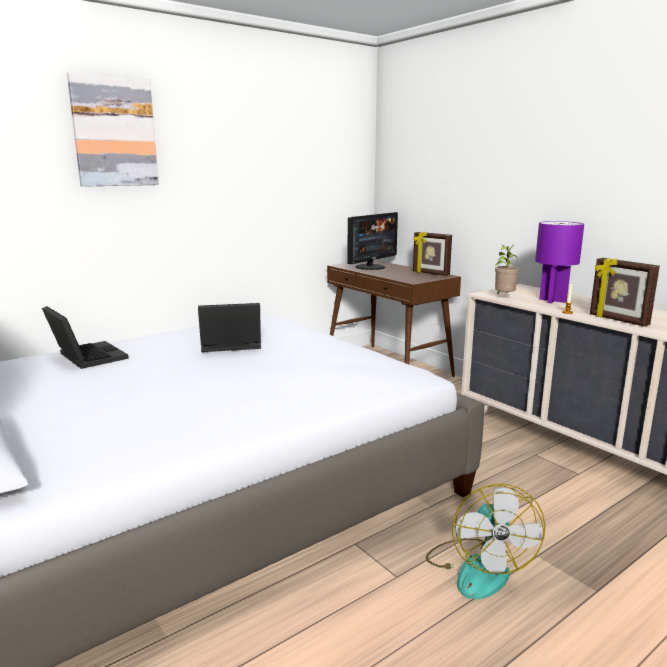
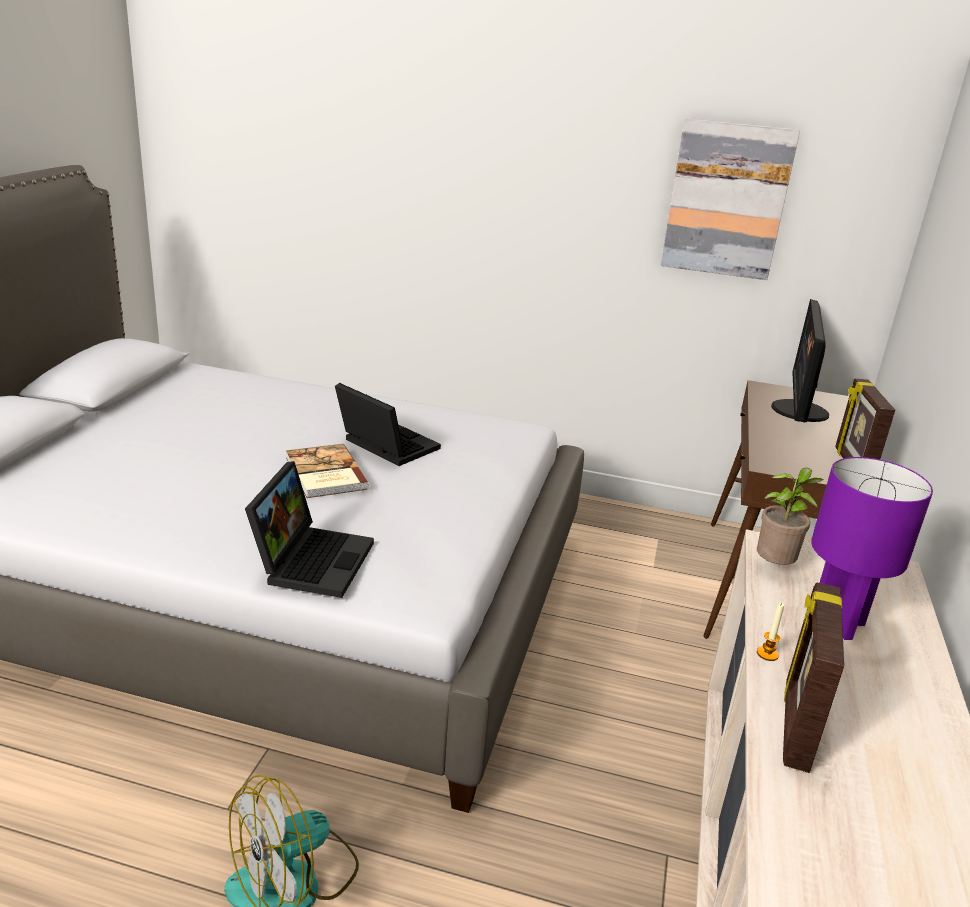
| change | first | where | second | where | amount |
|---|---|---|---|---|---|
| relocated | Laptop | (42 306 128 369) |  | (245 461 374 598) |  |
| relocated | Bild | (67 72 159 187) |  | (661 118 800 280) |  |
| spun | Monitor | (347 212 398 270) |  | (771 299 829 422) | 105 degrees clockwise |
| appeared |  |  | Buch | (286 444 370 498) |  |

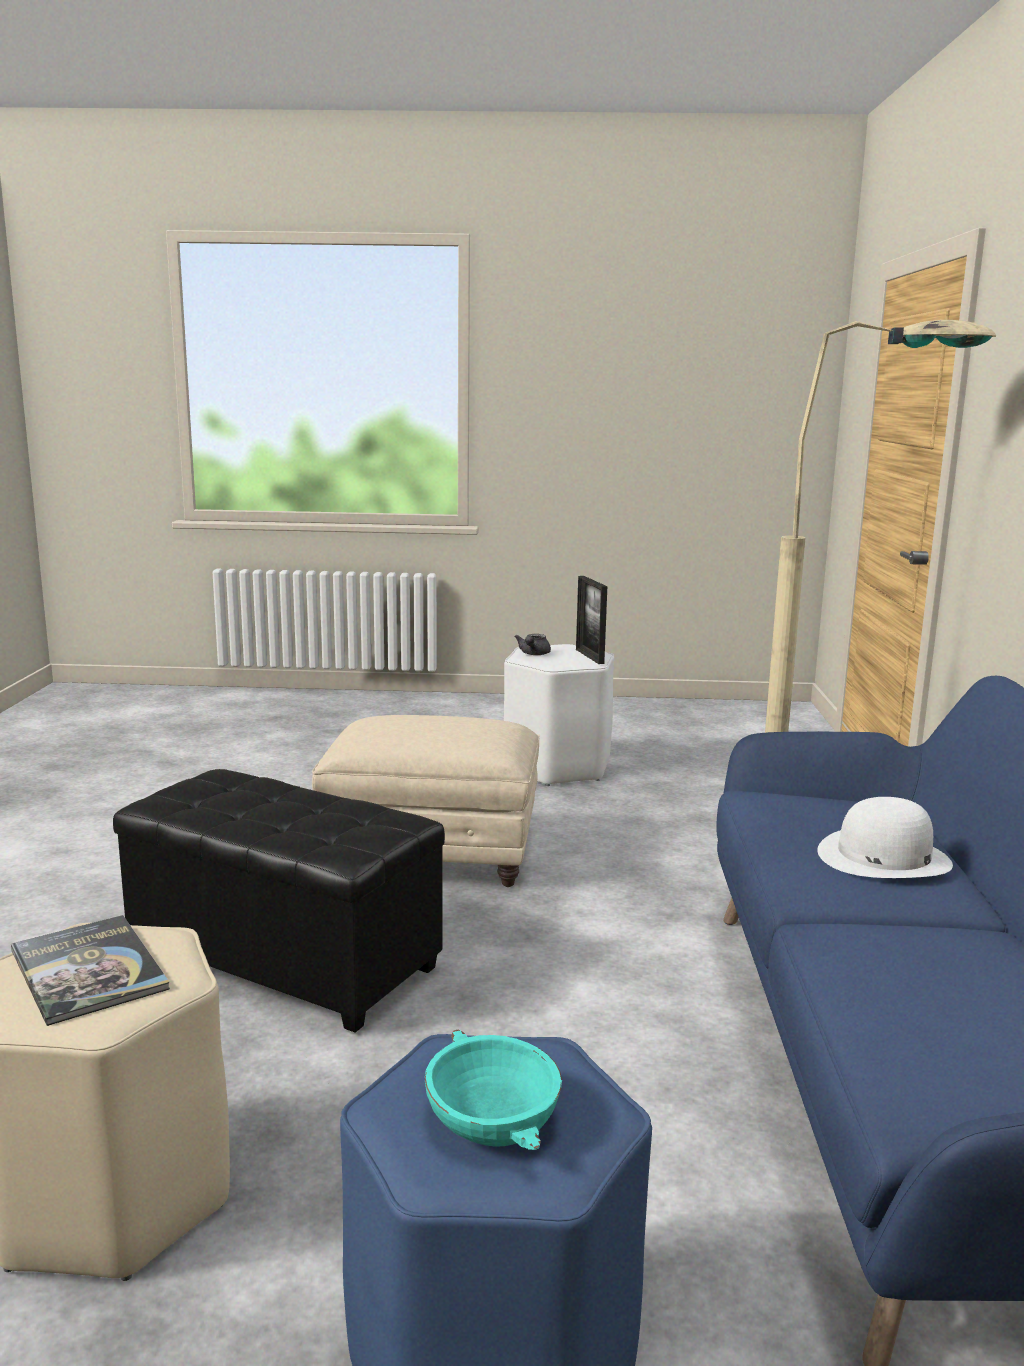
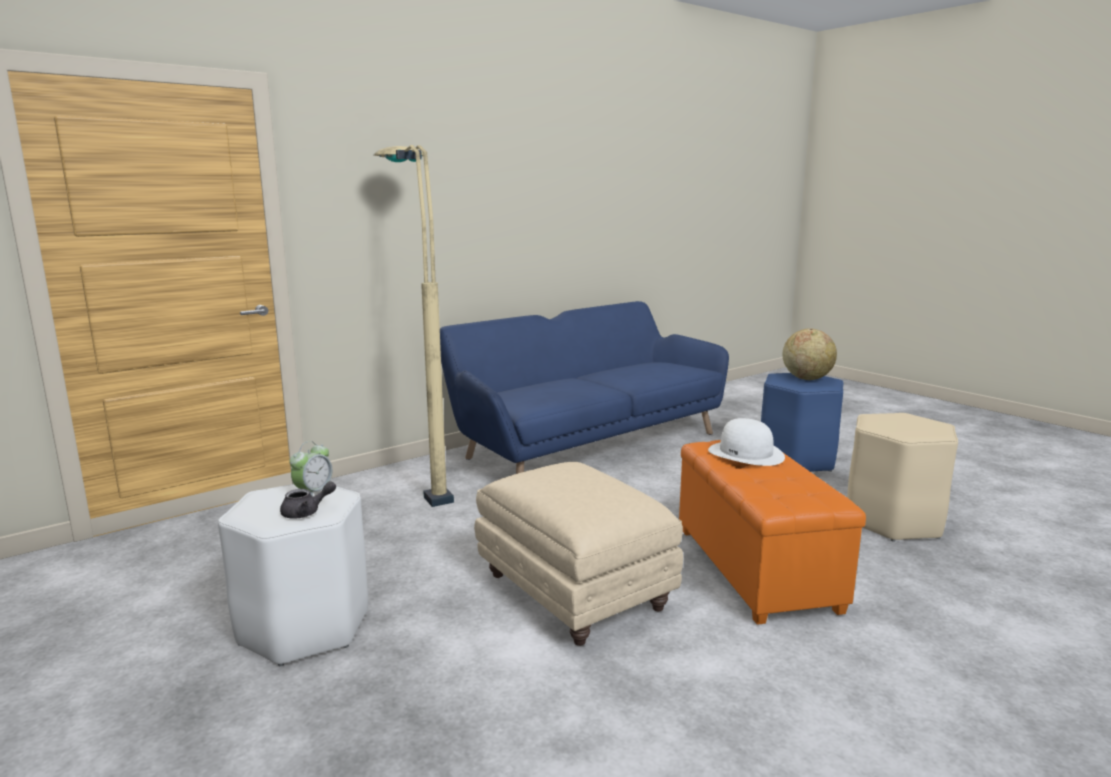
| change | first | where | second | where | amount |
|---|---|---|---|---|---|
| missing | Buch | (11 915 170 1026) |  |  |  |
| colour | Polsterhocker [schwarz] | (113 769 445 1033) | Polsterhocker [orange] | (679 440 866 625) |  |
| exchanged | Schüssel [türkis] | (425 1030 562 1150) | Globus | (783 328 837 380) |  |
| missing | Bilderrahmen | (576 576 607 664) |  |  |  |
| relocated | Hut [weiß] | (817 797 953 878) |  | (708 418 785 466) |  |
| appeared |  |  | Wecker | (289 441 332 496) |  |

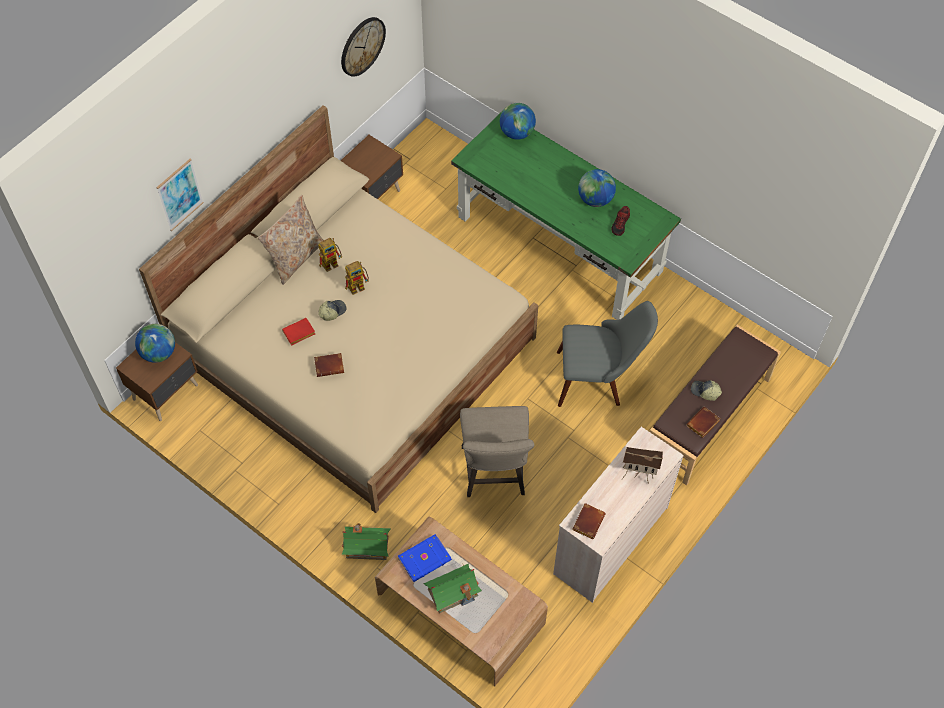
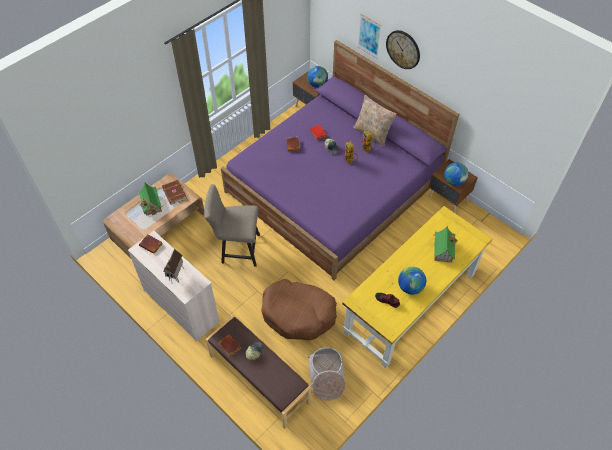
| change | first | where | second | where | amount |
|---|---|---|---|---|---|
| colour | Bett [beige] | (139 105 538 513) | Bett [lila] | (221 40 459 280) |  |
| relocated | Wanduhr | (341 17 386 77) |  | (386 30 420 69) |  |
| relocated | Spielzeughaus | (341 523 391 560) |  | (433 225 457 263) |  |
| colour | Buch [blau] | (398 534 452 582) | Buch [braun] | (162 180 187 205) |  |
| colour | Schreibtisch [grün] | (451 112 681 320) | Schreibtisch [gelb] | (342 206 492 368) |  |
| relocated | Globus | (500 103 536 140) |  | (444 162 469 186) |  |
| exchanged | Stuhl [grau] | (557 301 658 407) | Hundebett [braun] | (261 279 337 340) |  |
| appeared |  |  | Korb | (308 347 346 400) |  |

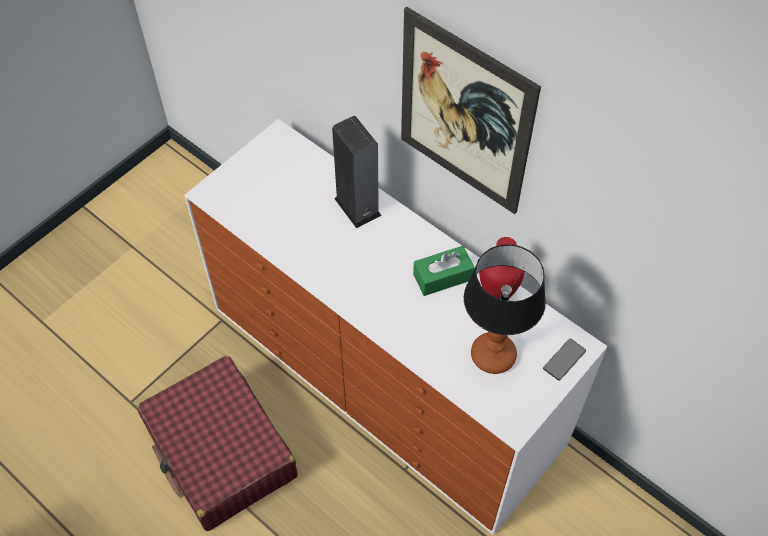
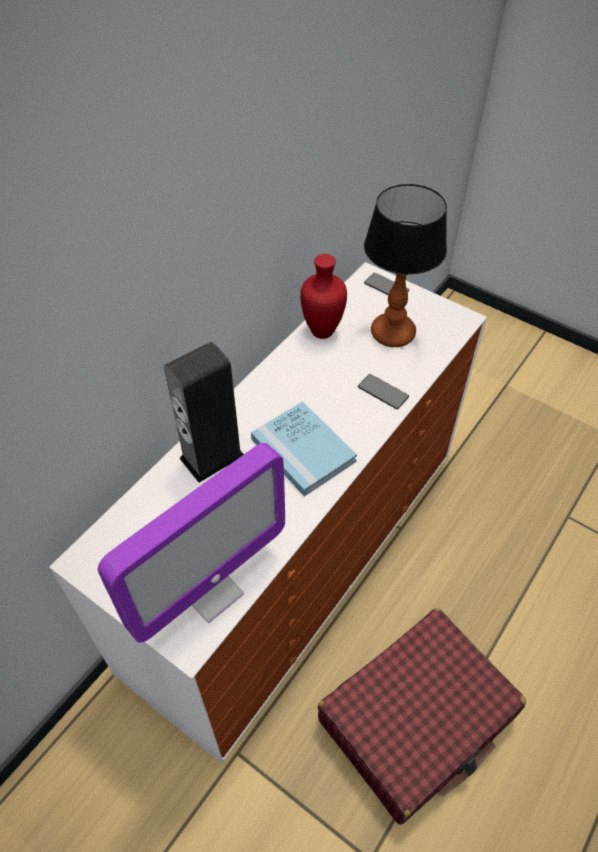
| change | first | where | second | where | amount |
|---|---|---|---|---|---|
| missing | Bild | (401 7 541 214) |  |  |  |
| missing | Taschentuchbox [grün] | (413 246 475 296) |  |  |  |
| appeared |  |  | Monitor | (98 443 285 643) |  |
| appeared |  |  | Buch [blau] | (251 401 357 496) |  |
| appeared |  |  | Handy | (358 374 409 409) |  |

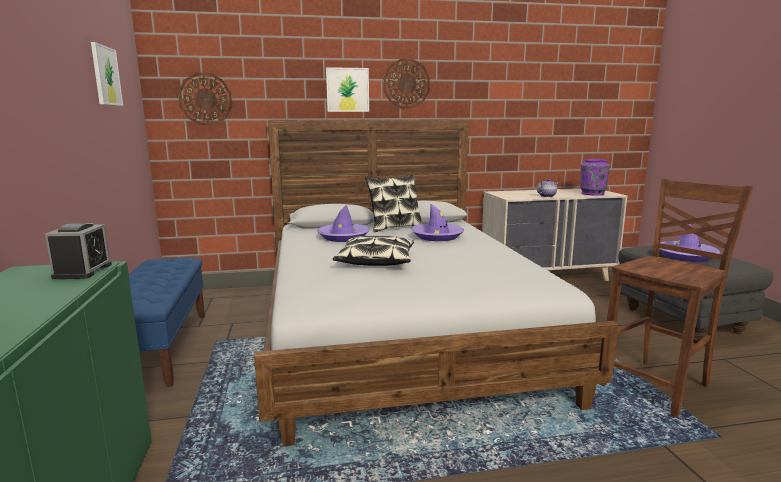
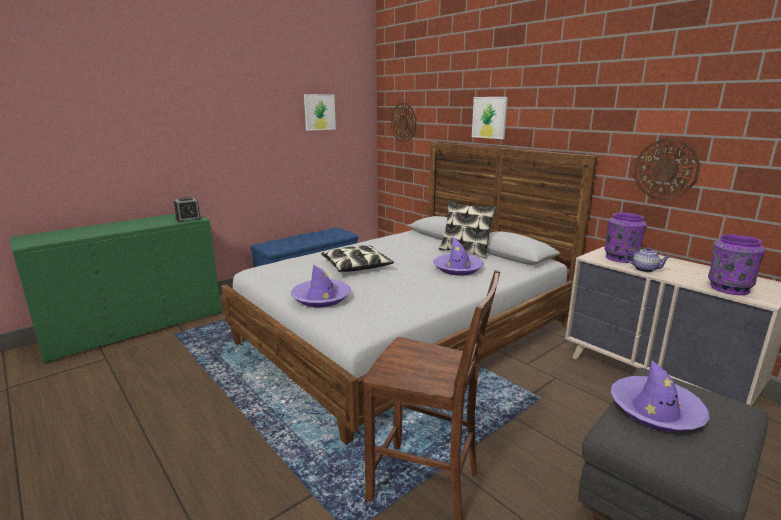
| change | first | where | second | where | amount |
|---|---|---|---|---|---|
| relocated | Hut [lila] | (317 205 370 242) |  | (291 265 351 307) |  |
| relocated | Wanduhr | (383 59 430 108) |  | (633 139 700 201) |  |
| appeared |  |  | Vase [lila] | (604 213 647 263) |  |

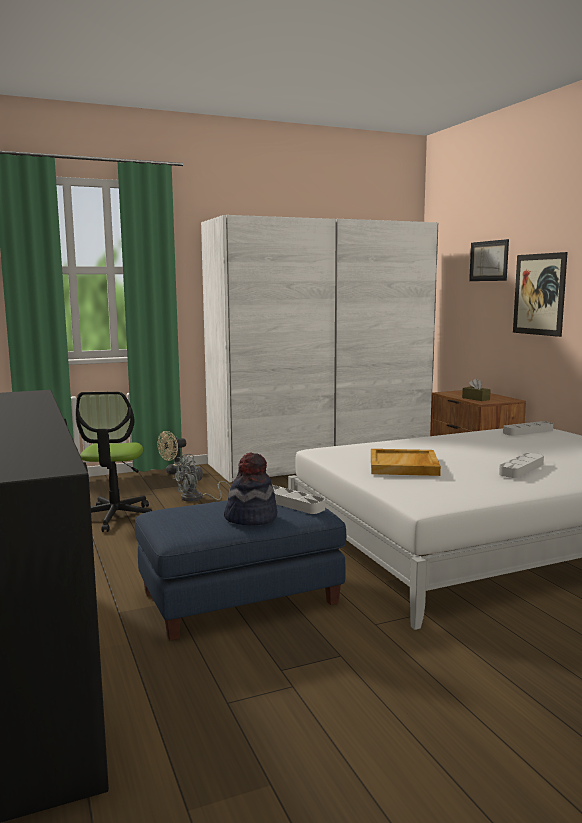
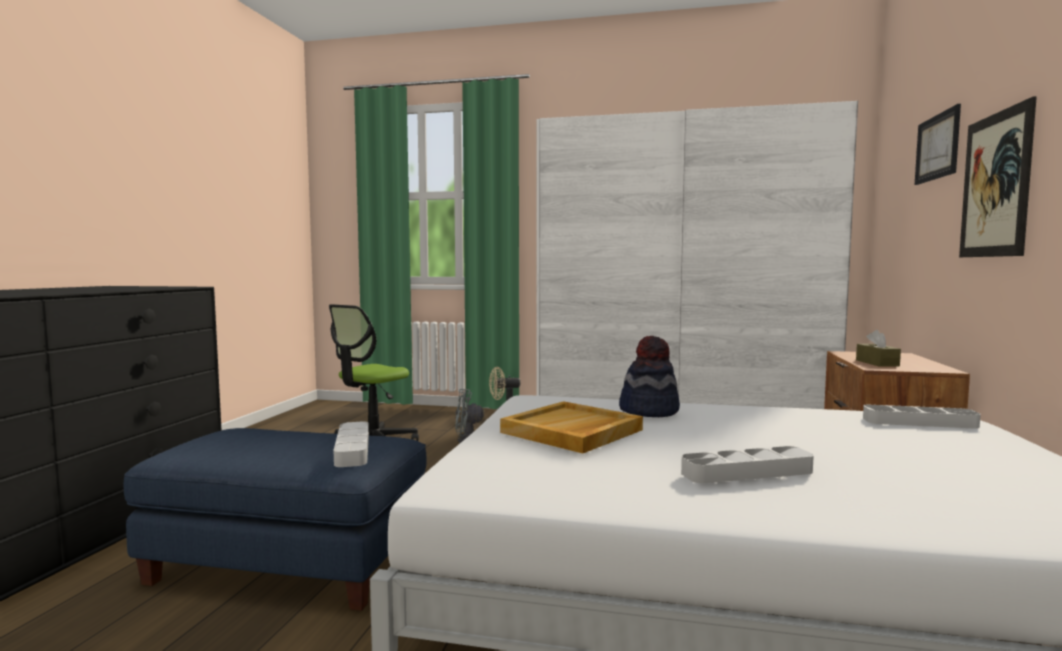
| change | first | where | second | where | amount |
|---|---|---|---|---|---|
| relocated | Hut | (224 452 278 526) |  | (619 336 680 417) |  |

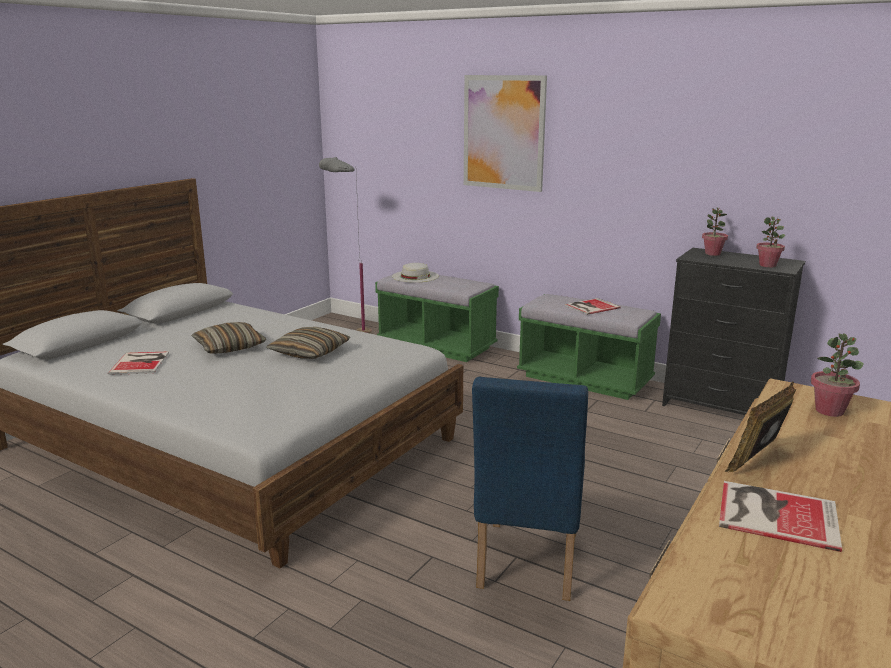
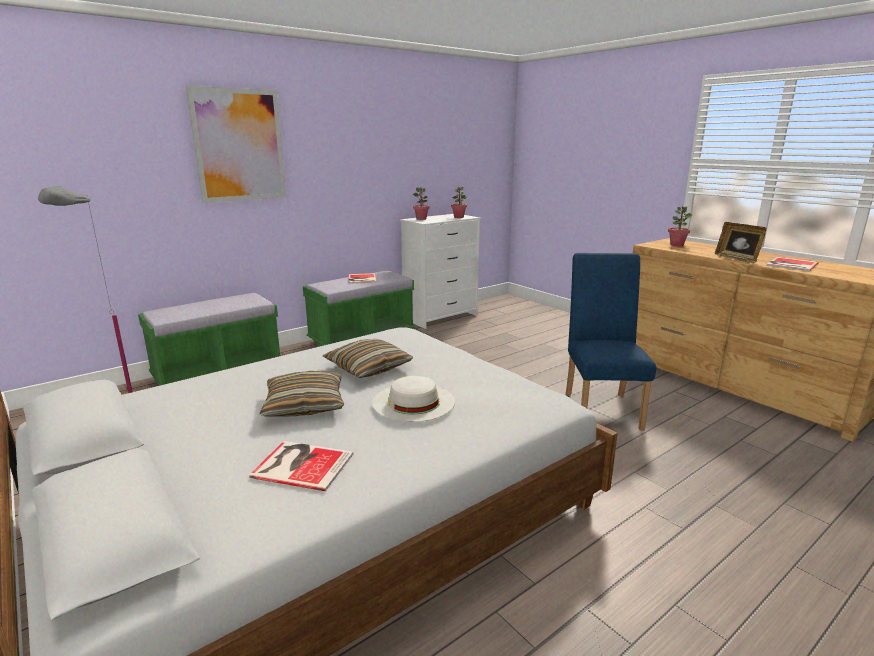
| change | first | where | second | where | amount |
|---|---|---|---|---|---|
| relocated | Hut [weiß] | (392 263 439 283) |  | (372 376 455 422) |  |
| spun | Stuhl [blau] | (472 377 588 601) |  | (566 253 656 430) | 120 degrees counterclockwise |
| colour | Kommode [schwarz] | (662 248 805 415) | Kommode [weiß] | (400 214 480 329) |  |

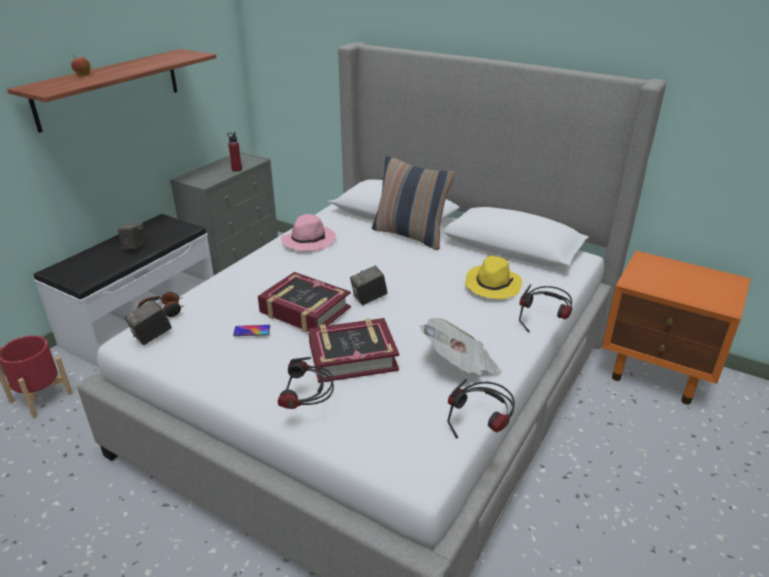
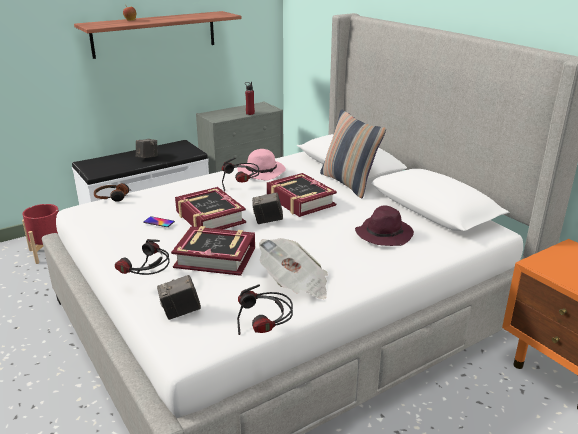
| change | first | where | second | where | amount |
|---|---|---|---|---|---|
| relocated | Kamera | (125 300 172 345) |  | (157 275 201 320) |  |
| colour | Hut [gelb] | (465 256 522 299) | Hut [lila] | (355 206 414 246) |  |
| relocated | Kopfhörer | (519 284 572 332) |  | (222 158 259 192) |  |
| appeared |  |  | Buch | (267 173 337 217) |  |

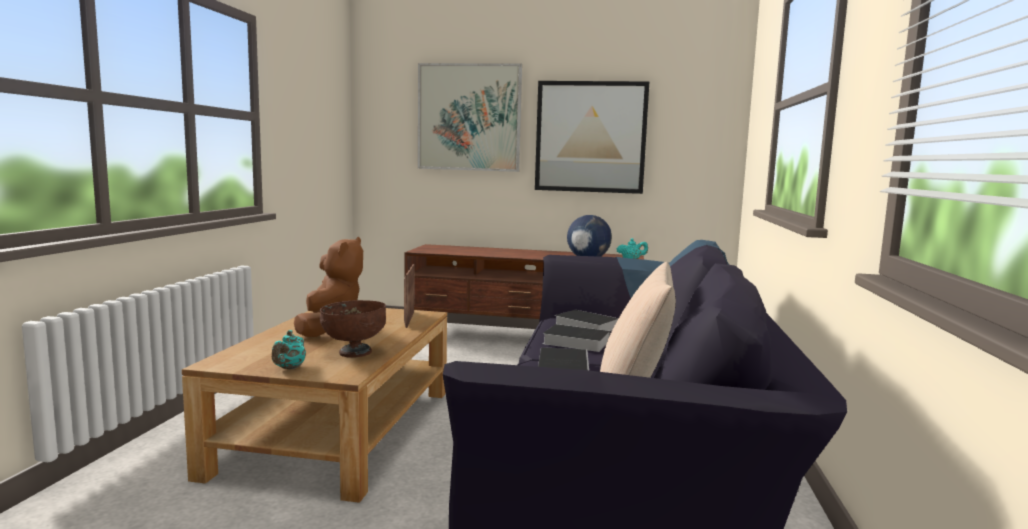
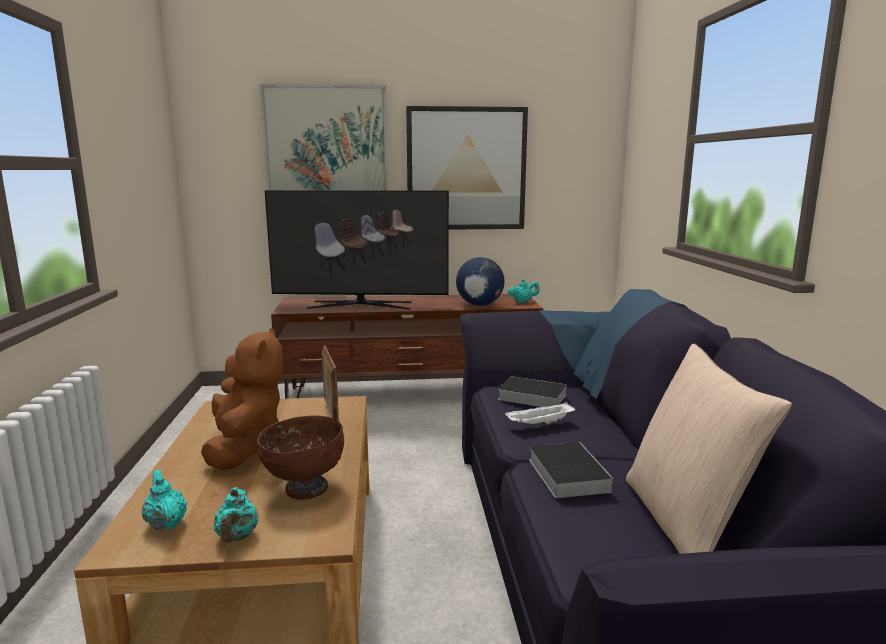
| change | first | where | second | where | amount |
|---|---|---|---|---|---|
| exchanged | Buch | (543 324 610 352) | Tablett [weiß] | (505 402 575 425) |  |
| appeared |  |  | Teekanne [türkis] | (142 470 187 530) |  |
| appeared |  |  | Fernseher | (265 190 449 310) |  |

